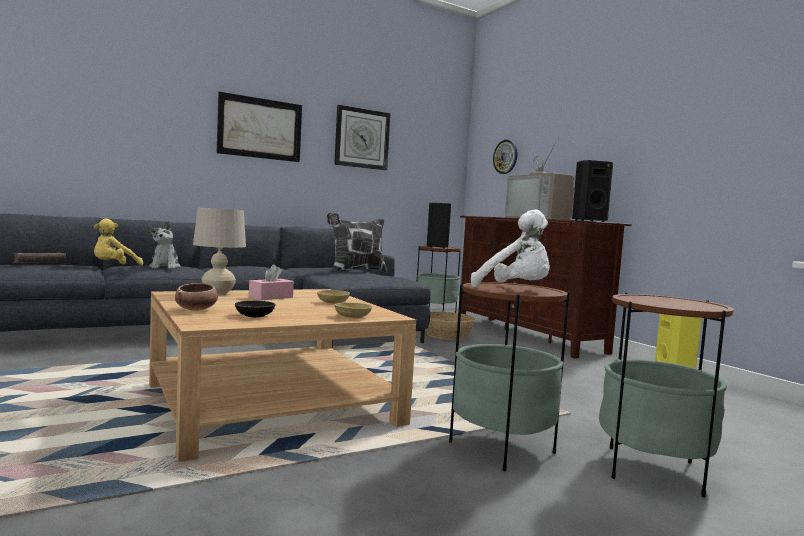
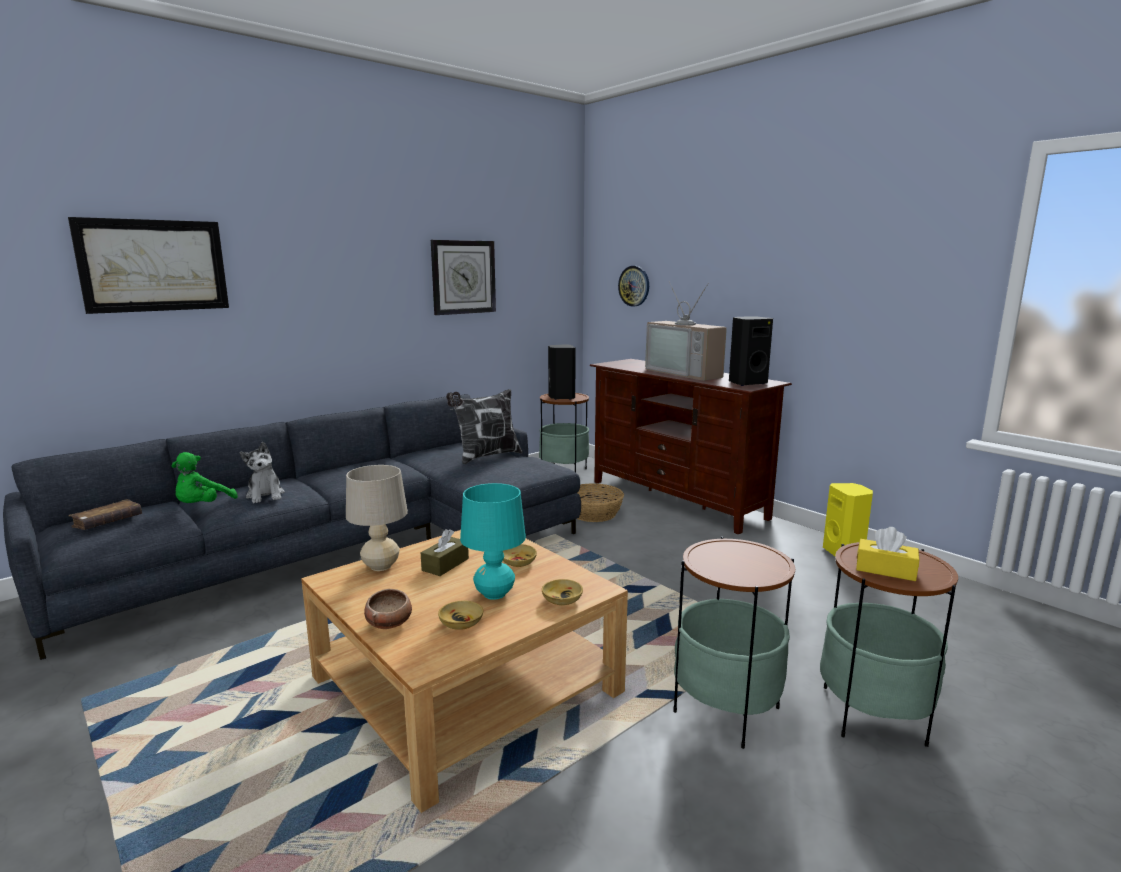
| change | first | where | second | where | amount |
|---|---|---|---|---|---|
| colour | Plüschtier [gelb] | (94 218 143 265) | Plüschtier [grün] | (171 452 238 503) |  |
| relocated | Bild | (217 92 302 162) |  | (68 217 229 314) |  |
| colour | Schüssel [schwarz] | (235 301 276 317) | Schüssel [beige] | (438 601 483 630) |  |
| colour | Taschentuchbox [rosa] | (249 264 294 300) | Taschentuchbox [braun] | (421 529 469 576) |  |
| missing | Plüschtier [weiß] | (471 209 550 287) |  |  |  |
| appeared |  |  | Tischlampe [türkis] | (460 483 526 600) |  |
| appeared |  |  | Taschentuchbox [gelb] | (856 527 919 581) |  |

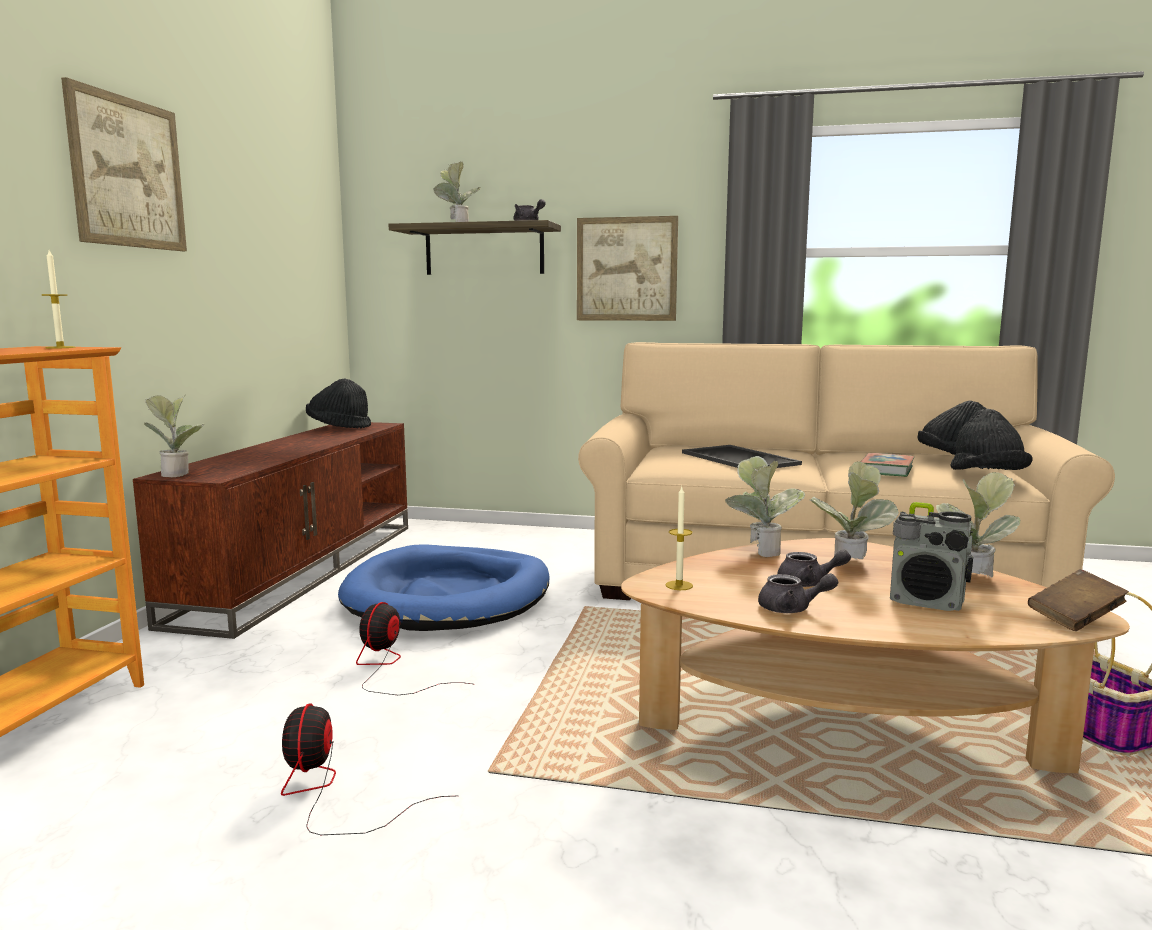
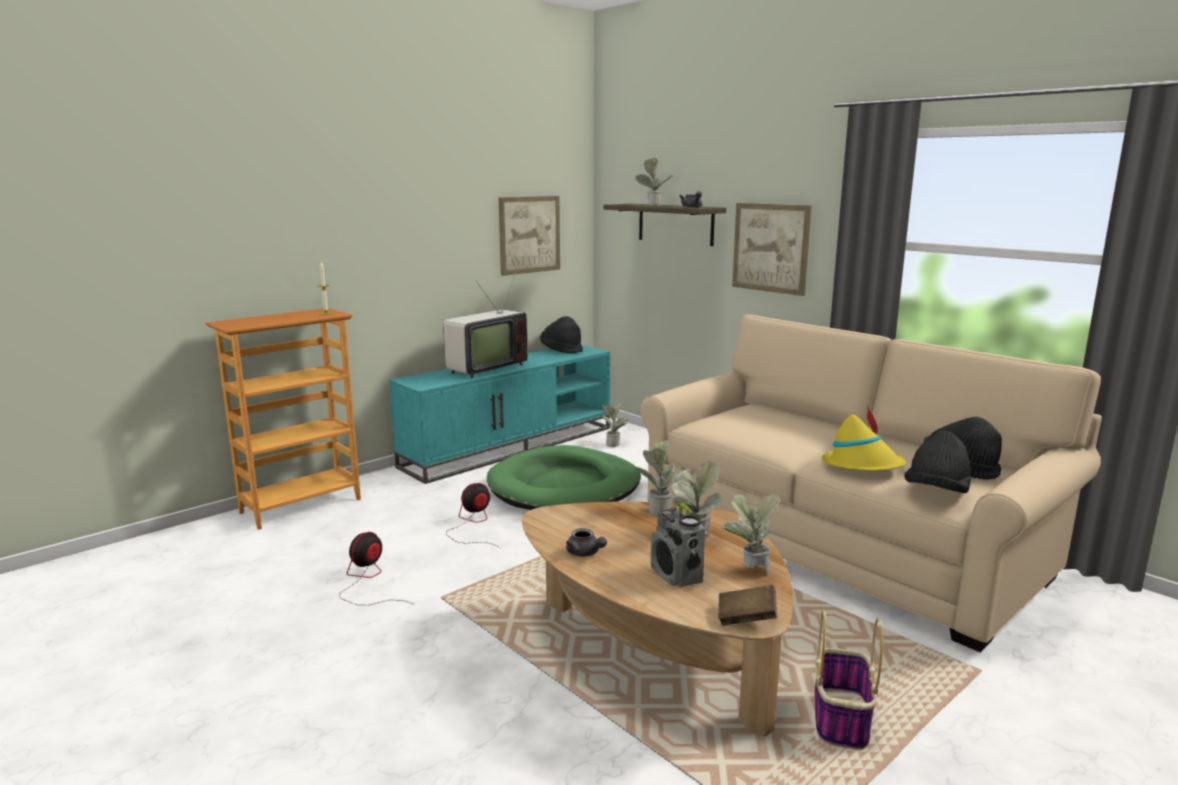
| change | first | where | second | where | amount |
|---|---|---|---|---|---|
| relocated | Bild | (61 77 187 251) |  | (499 196 560 276) |  |
| colour | Fernsehschrank [braun] | (133 422 408 639) | Fernsehschrank [türkis] | (389 345 610 484) |  |
| relocated | Topfpflanze | (144 394 204 477) |  | (601 403 629 447) |  |
| colour | Hundebett [blau] | (338 544 550 631) | Hundebett [grün] | (487 445 641 510) |  |
| missing | Kerze | (665 487 693 590) |  |  |  |
| missing | Tablett | (682 445 802 468) |  |  |  |
| missing | Teekanne [grau] | (777 550 851 587) |  |  |  |
| exchanged | Buch | (861 453 915 477) | Hut [gelb] | (822 405 906 471) |  |
| appeared |  |  | Fernseher | (443 272 527 378) |  |

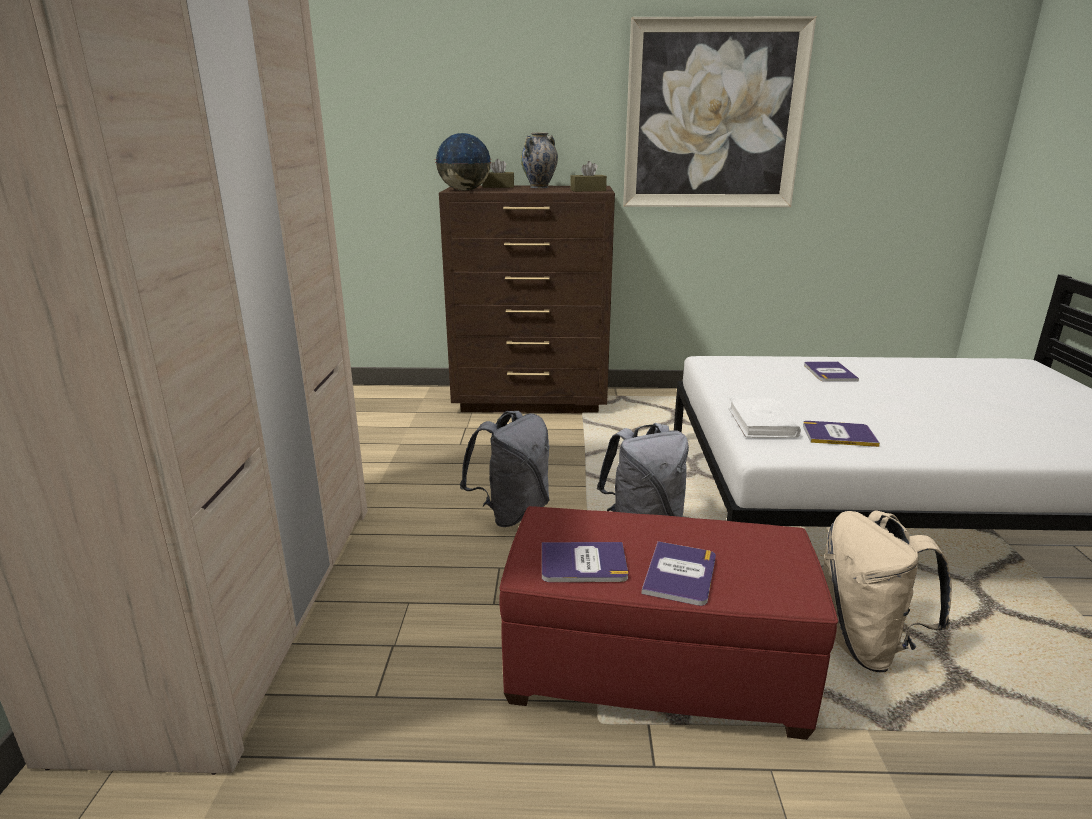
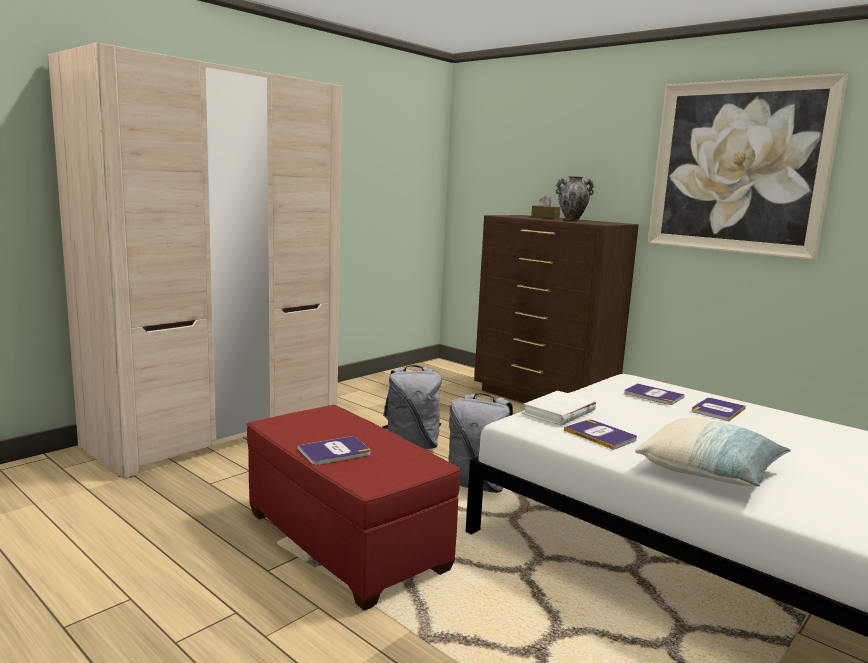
| change | first | where | second | where | amount |
|---|---|---|---|---|---|
| missing | Globus | (435 133 492 191) |  |  |  |
| relocated | Buch | (542 542 628 582) |  | (624 383 685 405) |  |
| missing | Taschentuchbox [braun] | (570 161 607 192) |  |  |  |
| missing | Rucksack [beige] | (823 510 952 672) |  |  |  |
| appeared |  |  | Kissen | (635 418 791 487) |  |

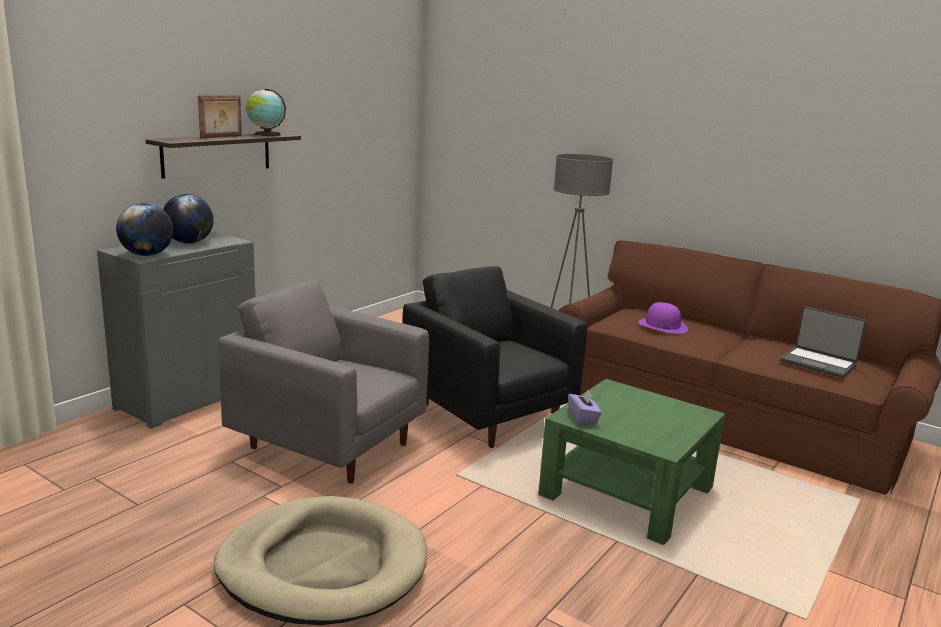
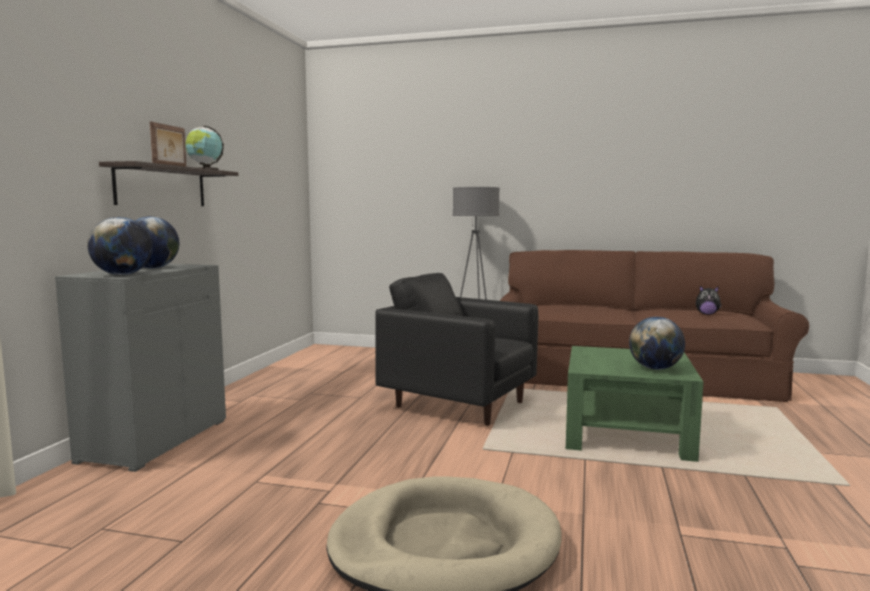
| change | first | where | second | where | amount |
|---|---|---|---|---|---|
| missing | Sessel [grau] | (219 280 429 484) |  |  |  |
| missing | Taschentuchbox [lila] | (568 389 602 425) |  |  |  |
| missing | Hut [lila] | (638 302 688 334) |  |  |  |
| exchanged | Laptop | (780 306 866 378) | Plüschtier | (696 286 722 315) |  |
| appeared |  |  | Globus | (629 317 685 370) |  |

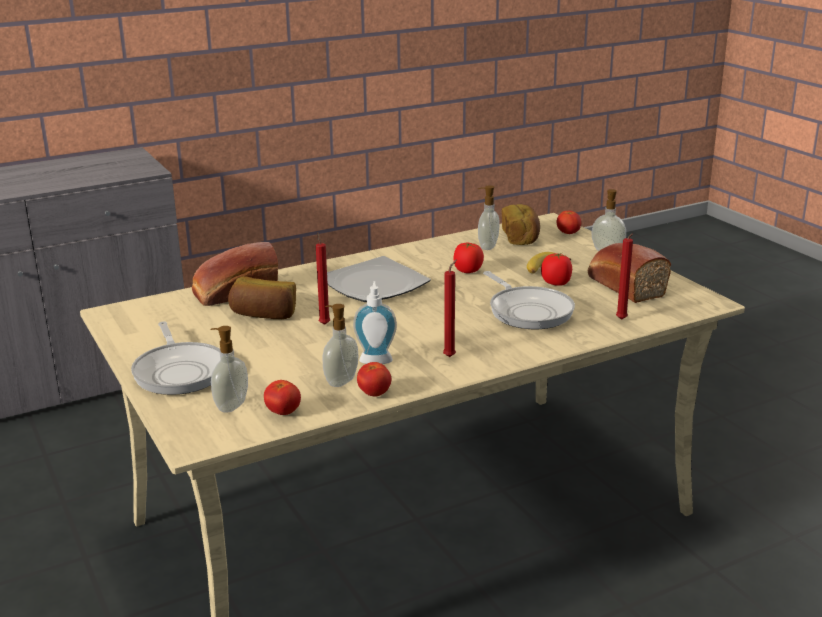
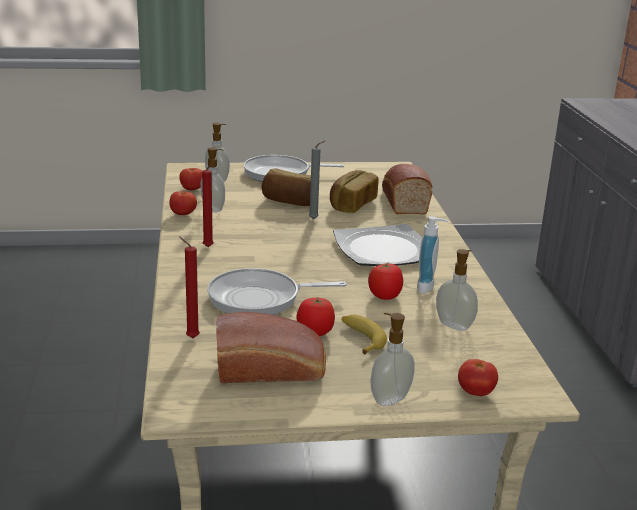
| change | first | where | second | where | amount |
|---|---|---|---|---|---|
| colour | Kerze [rot] | (316 232 330 325) | Kerze [grau] | (309 141 325 219) |  |
| relocated | Seifenspender | (353 281 397 364) |  | (417 216 448 294) |  |
| relocated | Brot | (502 204 540 245) |  | (262 168 311 206) |  |

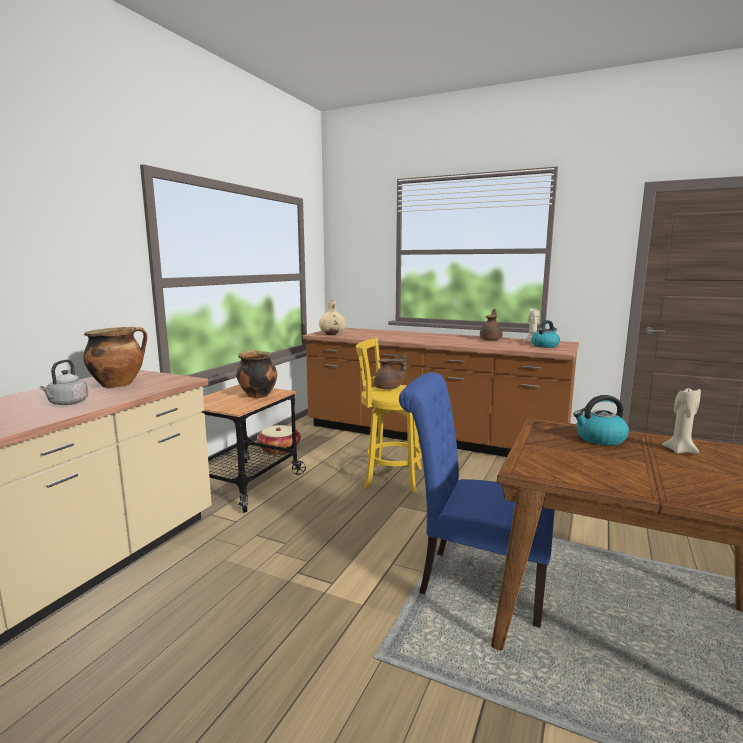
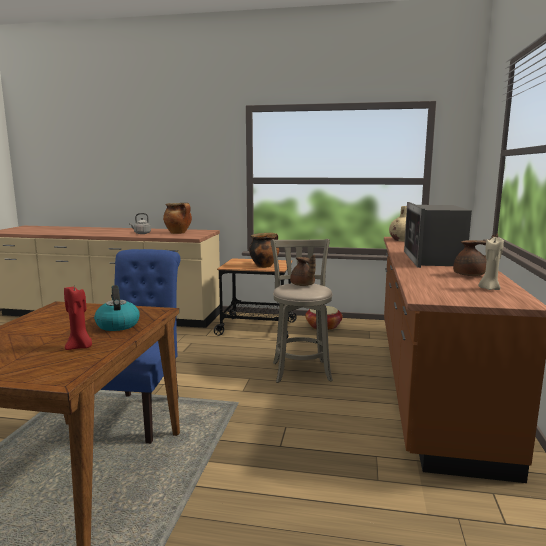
| change | first | where | second | where | amount |
|---|---|---|---|---|---|
| colour | Hocker [gelb] | (356 337 422 493) | Hocker [grau] | (271 239 333 383) |  |
| missing | Wasserkessel | (531 320 560 348) |  |  |  |
| colour | Kerze [beige] | (662 388 701 454) | Kerze [rot] | (64 287 92 350) |  |
| appeared |  |  | Mikrowelle | (404 202 472 268) |  |

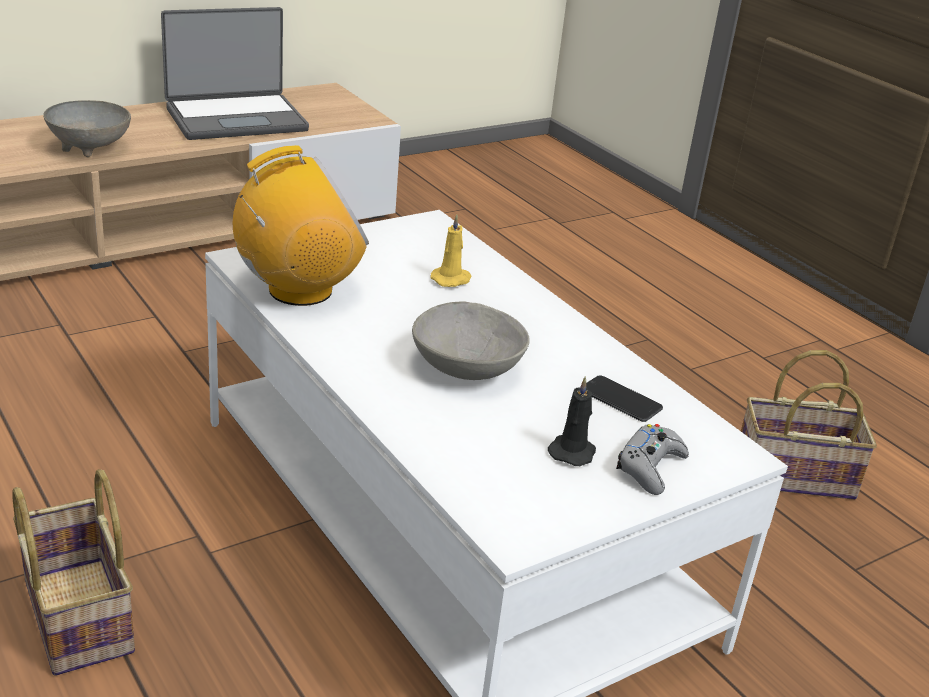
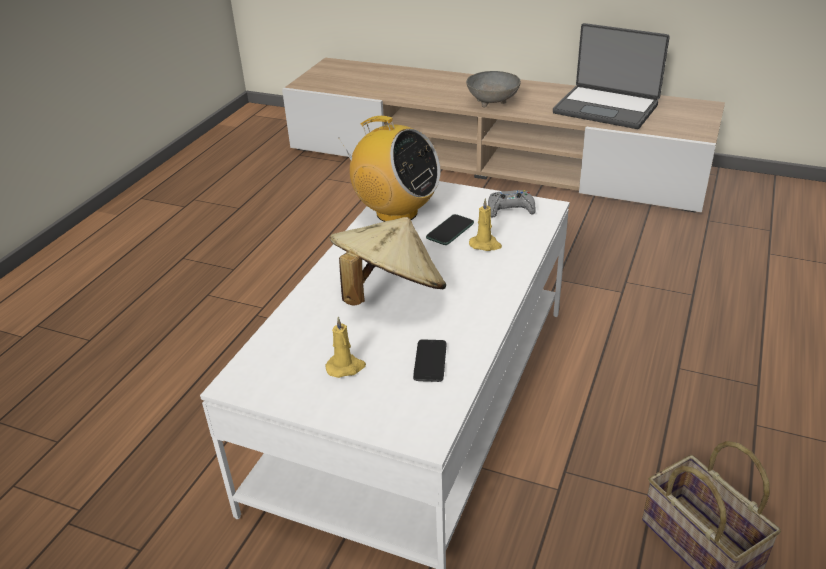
| change | first | where | second | where | amount |
|---|---|---|---|---|---|
| missing | Korb | (12 469 135 676) |  |  |  |
| exchanged | Schüssel [grau] | (412 301 530 380) | Hut [beige] | (330 217 446 305) |  |
| colour | Kerze [schwarz] | (548 376 596 466) | Kerze [gelb] | (325 316 366 378) |  |
| relocated | Gamepad [grau] | (616 424 689 495) |  | (488 190 535 217) |  |
| appeared |  |  | Handy | (426 214 474 245) |  |

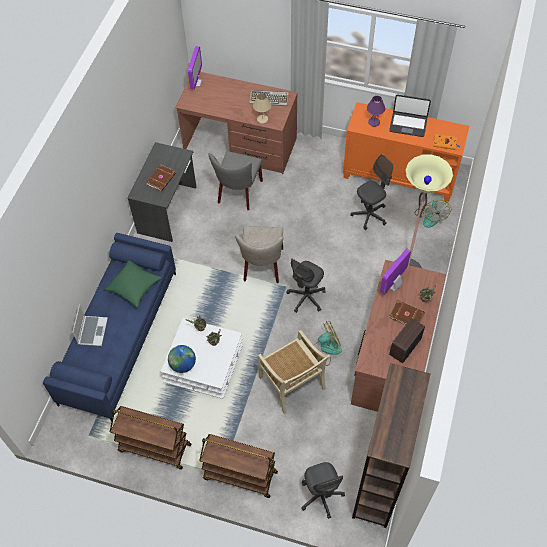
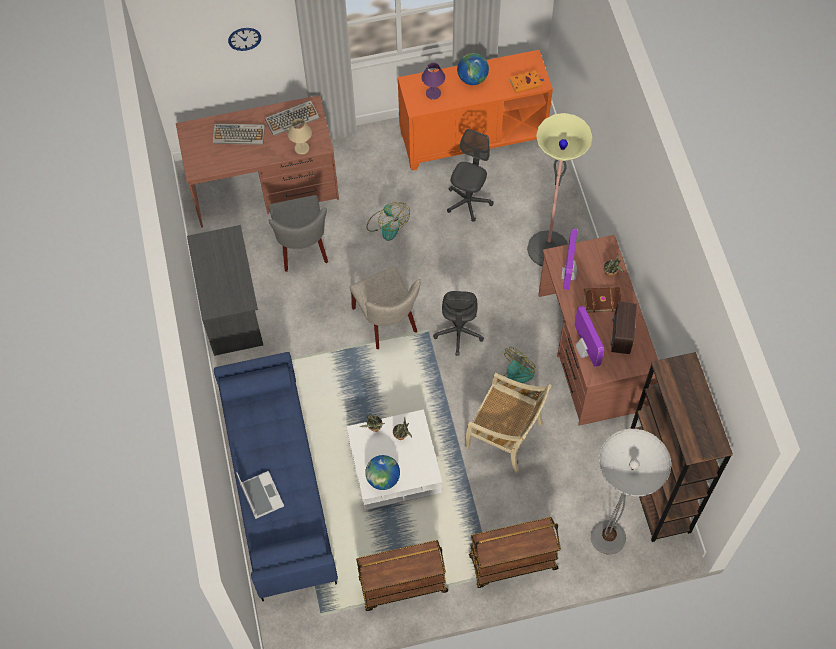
| change | first | where | second | where | amount |
|---|---|---|---|---|---|
| missing | Kissen [grün] | (104 261 161 308) |  |  |  |
| missing | Buch [braun] | (146 164 176 192) |  |  |  |
| relocated | Monitor | (188 46 202 90) |  | (574 306 604 367) |  |
| exchanged | Bürostuhl [grau] | (301 462 345 519) | Stehlampe | (591 429 671 555) |  |
| exchanged | Laptop | (389 94 431 137) | Globus | (457 53 489 85) |  |
| relocated | Ventilator | (415 199 451 228) |  | (367 202 410 241) |  |
| appeared |  |  | Tastatur | (213 123 265 145) |  |
| appeared |  |  | Wanduhr | (228 28 261 51) |  |

